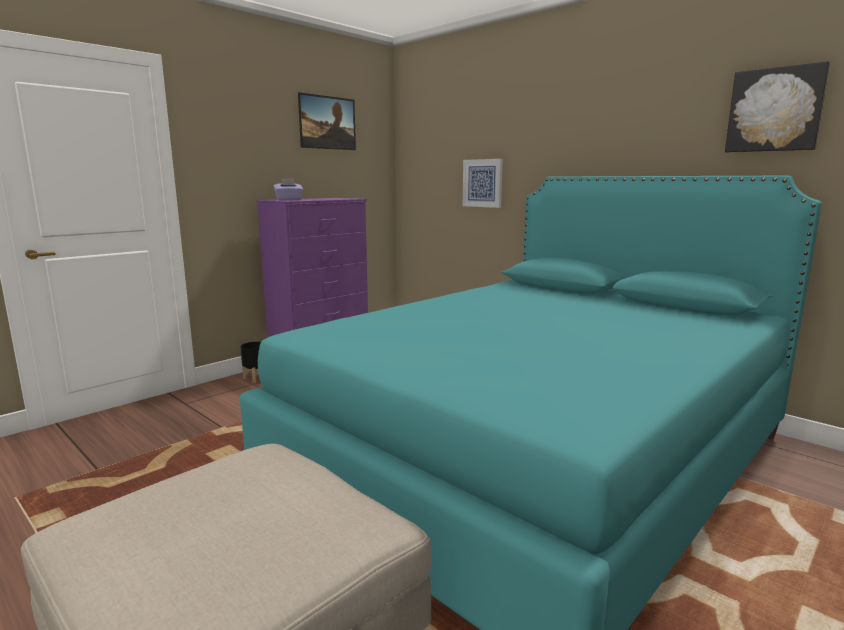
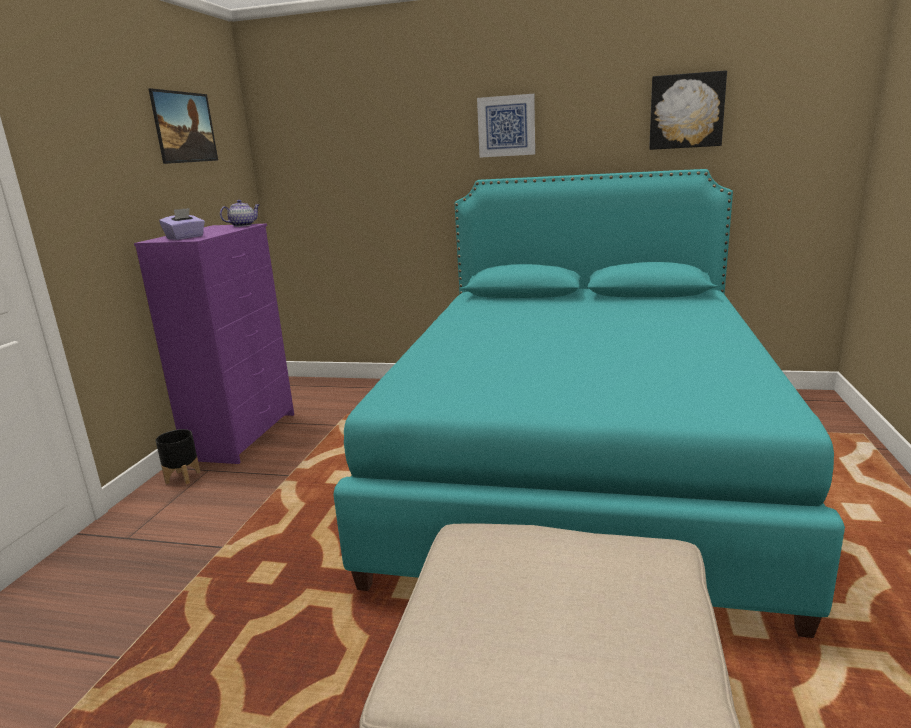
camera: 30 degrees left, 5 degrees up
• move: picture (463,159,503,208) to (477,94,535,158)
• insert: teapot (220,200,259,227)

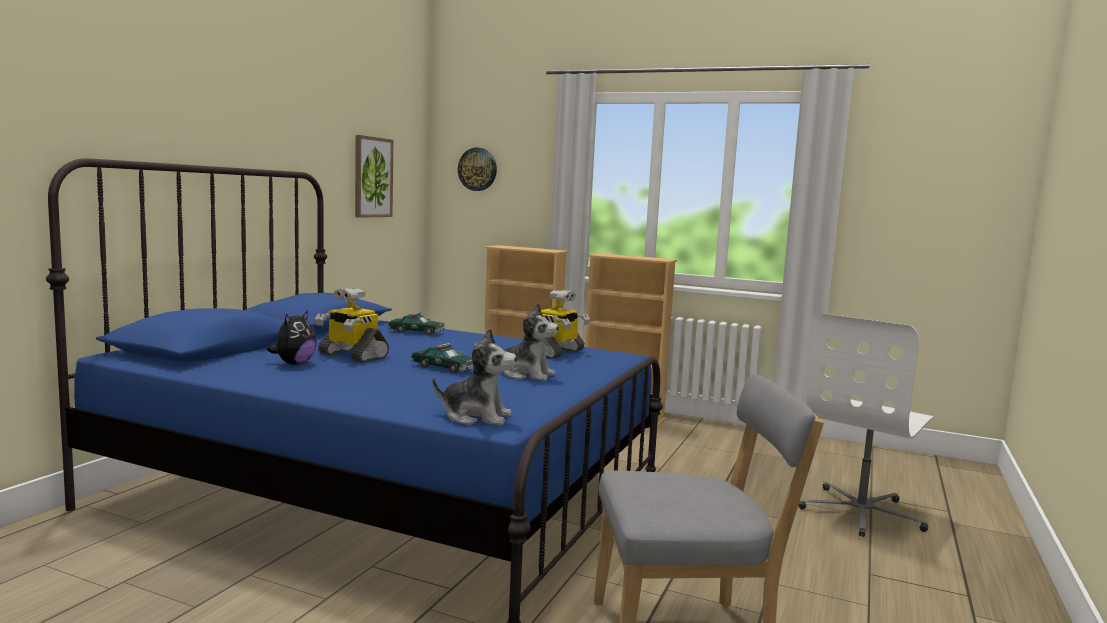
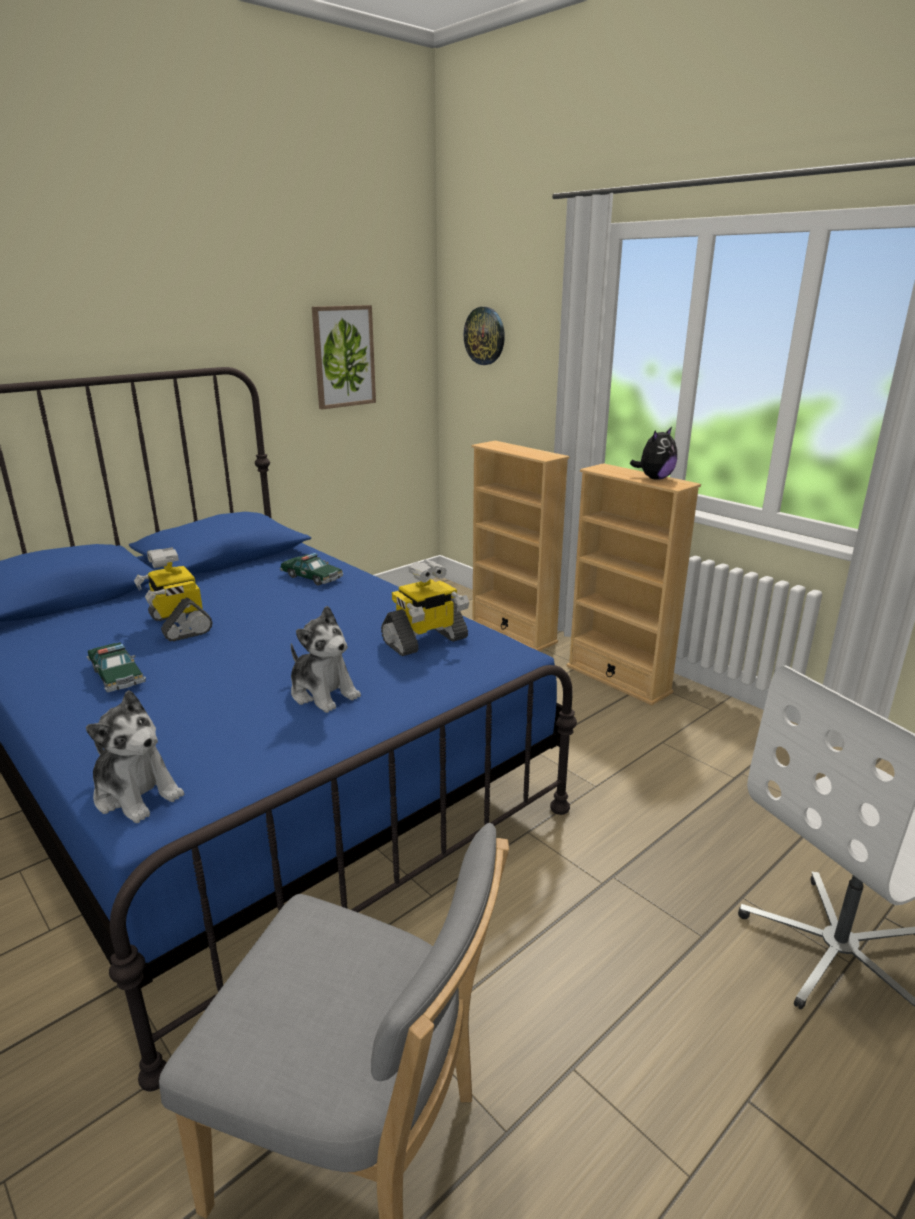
camera: 25 degrees right, 15 degrees up
• move: plush toy (266,310,317,365) to (630,427,677,480)
• move: toy car (411,343,474,374) to (87,642,146,692)

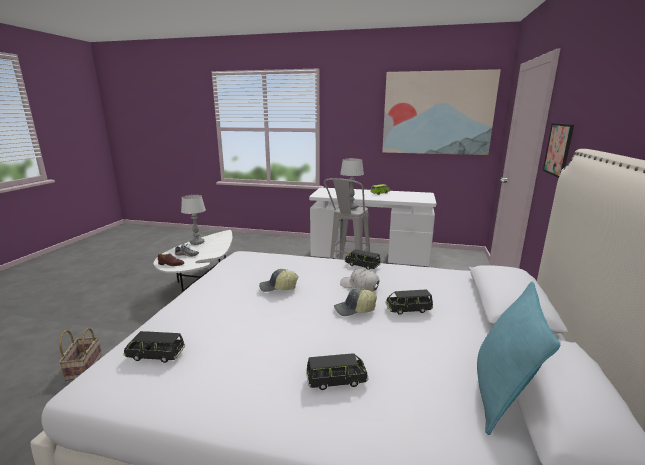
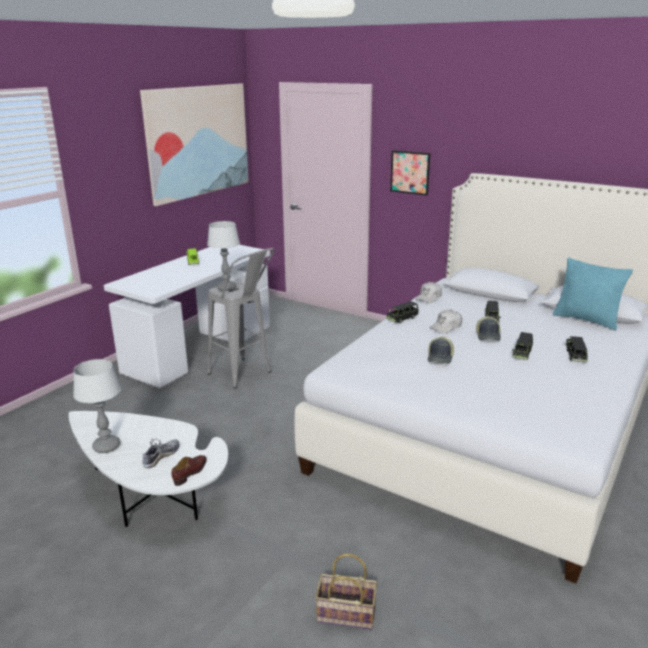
camera: 70 degrees left, 5 degrees up
• move: toy car in black (124,331,185,363) to (512,332,533,360)
• insert: cap in white (415,282,442,303)

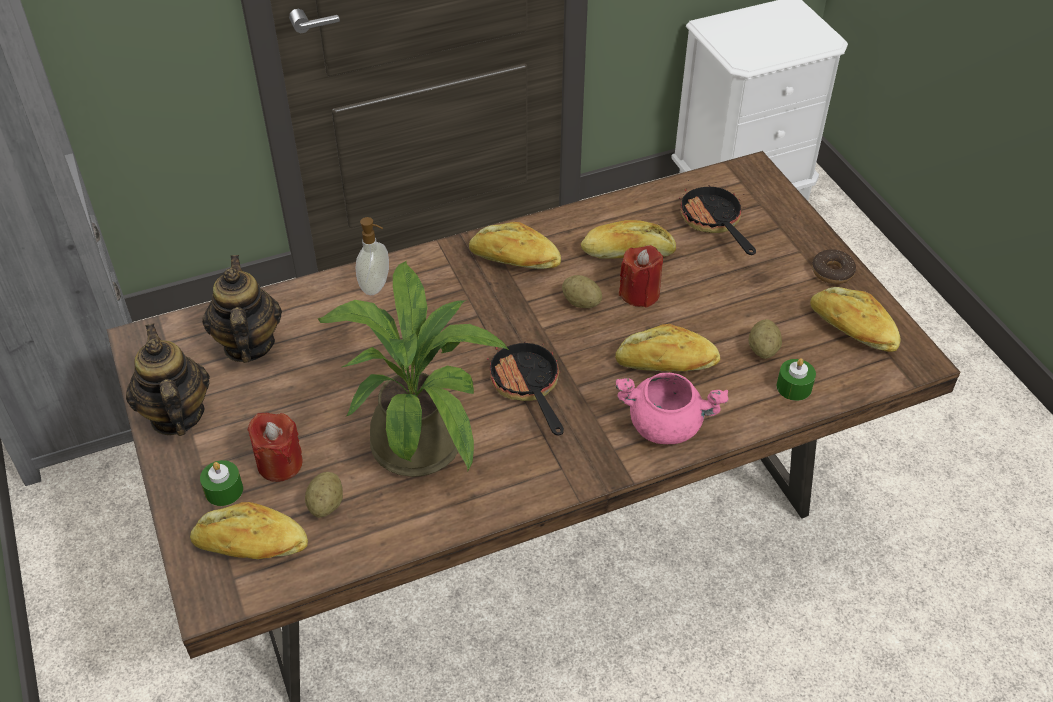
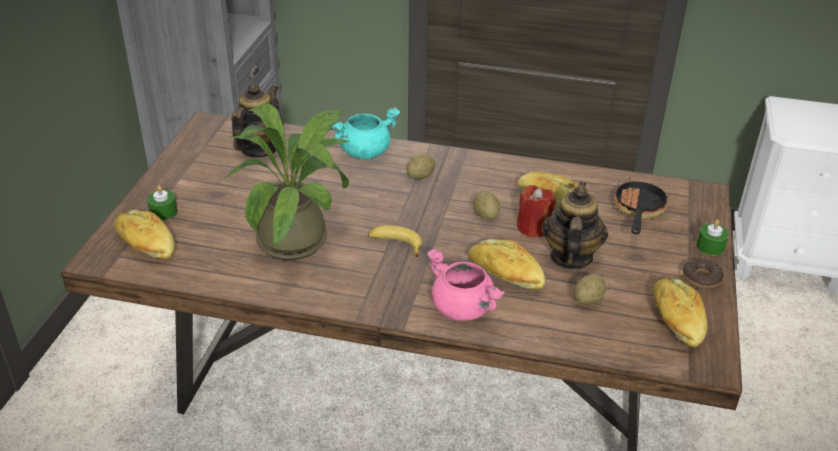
camera: 35 degrees right, 10 degrees down
• move: teapot (126,323,210,436) to (542,182,608,269)
• delete: candle in red (248,412,303,482)
• move: potato (305,472,343,518) to (406,154,435,180)
• replace: soap dispenser (356,217,389,295) to cooking pot in turquoise (332,107,400,159)
• delete: bread (469,222,561,269)
• replace: frying pan (487,342,564,436) to banana (368,226,422,257)
• move: candle in green (777,358,816,401) to (696,220,729,255)

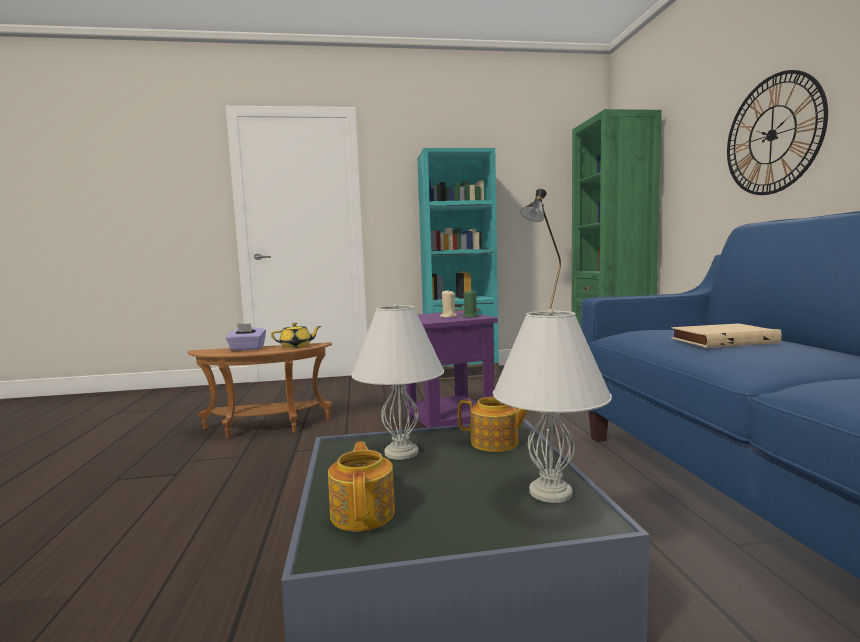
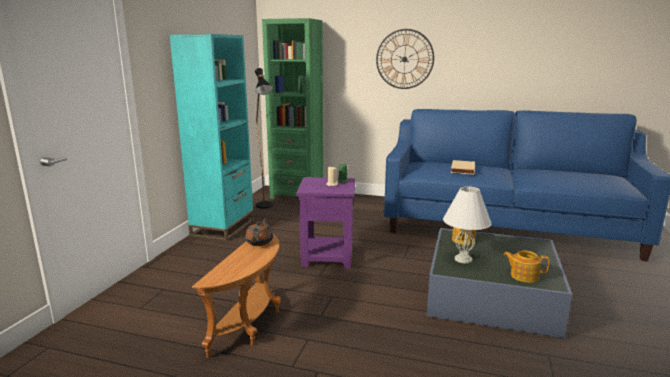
camera: 65 degrees left, 10 degrees up
• delete: tissue box in purple (226,323,266,351)
• recolor: teapot in yellow (271,323,321,348) to teapot in brown (245,218,273,246)
• delete: table lamp in white (493,309,612,503)

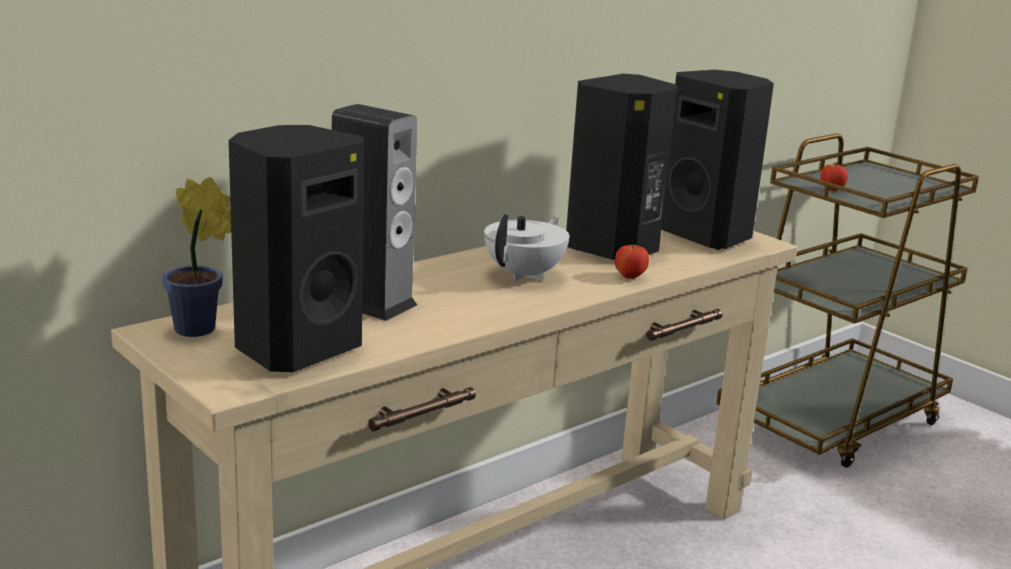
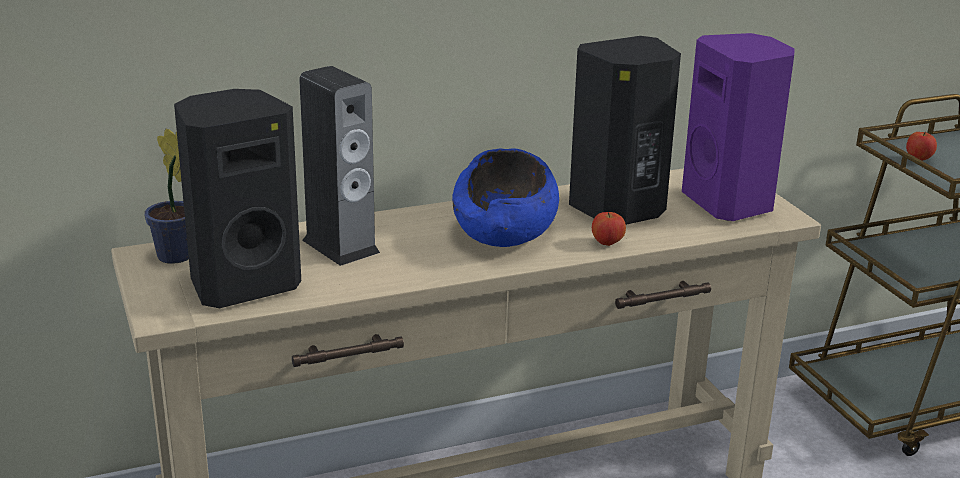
camera: 20 degrees right, 5 degrees up
• replace: teapot in white (484,214,569,281) to bowl in blue (452,148,559,247)
• recolor: speaker in black (661,70,774,250) to speaker in purple (682,33,795,221)

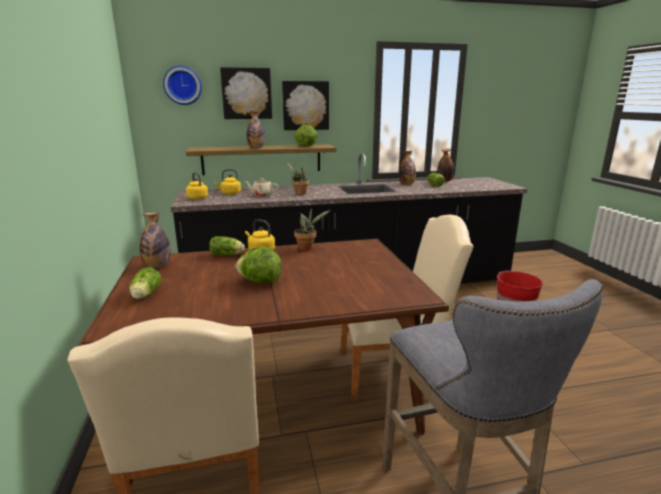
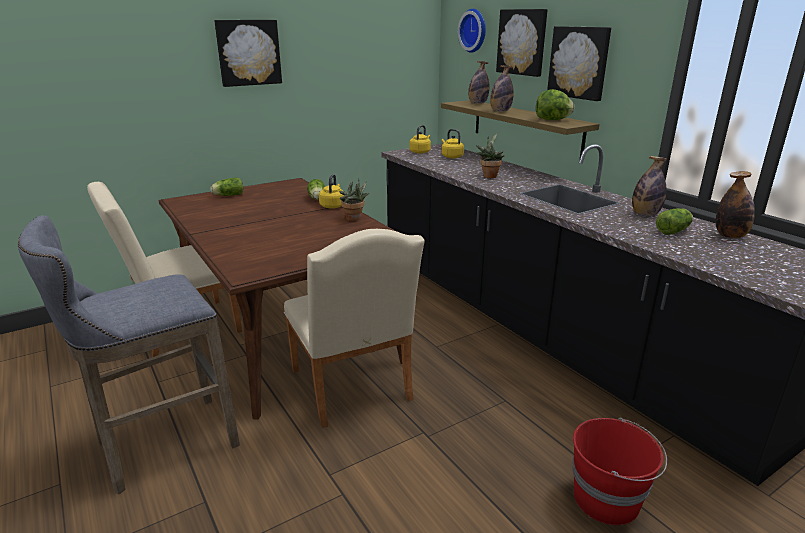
camera: 70 degrees right, 5 degrees up
• move: bottle (140,213,170,268) to (468,61,489,104)
• delete: lettuce (235,247,282,283)
• delete: teapot in beige (245,178,278,196)
• insert: picture (214,20,282,87)

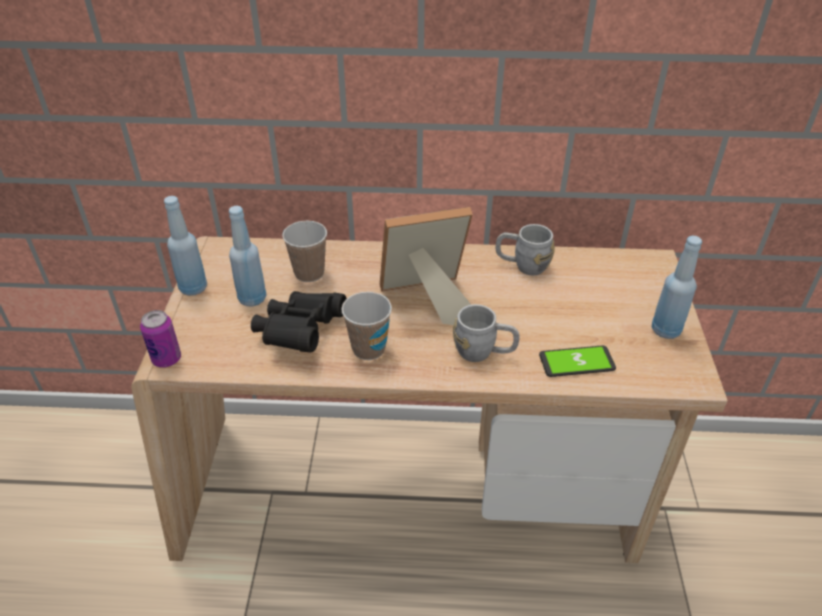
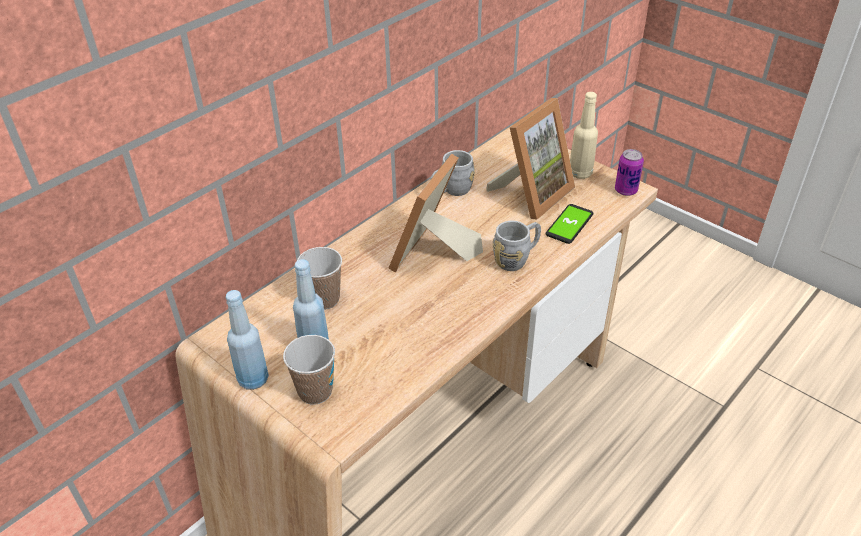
camera: 50 degrees left, 0 degrees up
• move: can (140,310,181,368) to (615,149,644,196)
• delete: binoculars in black (251,291,347,353)
• move: cup (341,292,392,360) to (283,335,335,405)
• recolor: bottle in blue (652,236,702,339) to bottle in beige (570,92,598,179)
• insert: picture frame (486,98,575,220)

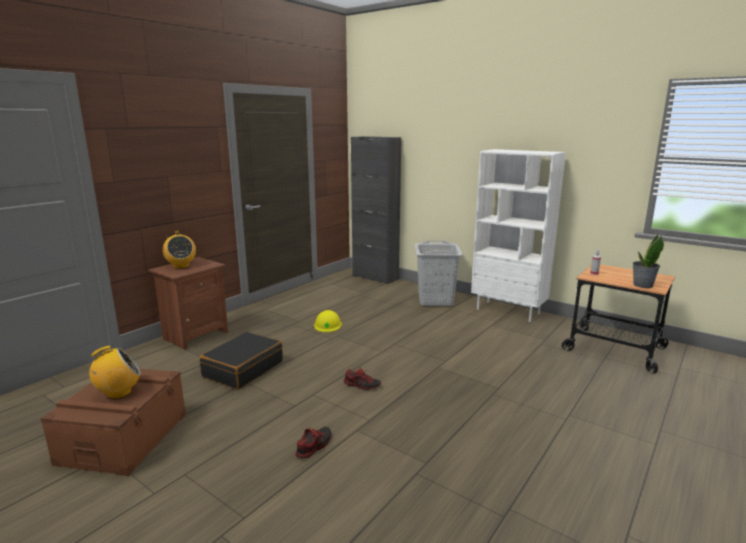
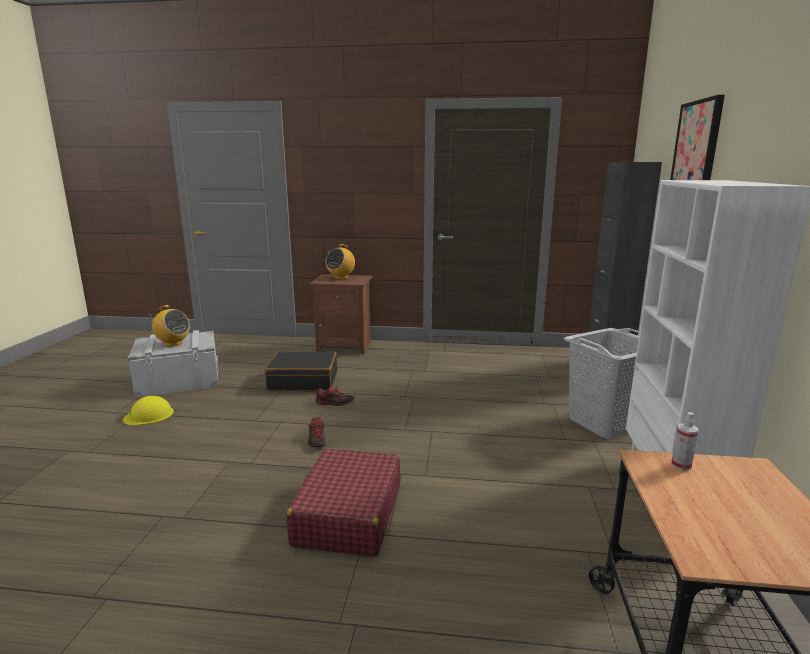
camera: 60 degrees right, 0 degrees up
• recolor: storage box in brown (40,369,186,476) to storage box in grey (128,330,219,398)
• move: shoe (295,427,331,458) to (315,385,354,406)
• move: hard hat in yellow (314,310,342,332) to (123,396,174,426)
• delete: potted plant (633,234,664,288)
• insert: suitcase in red (286,448,400,557)
• insert: picture (670,95,725,180)

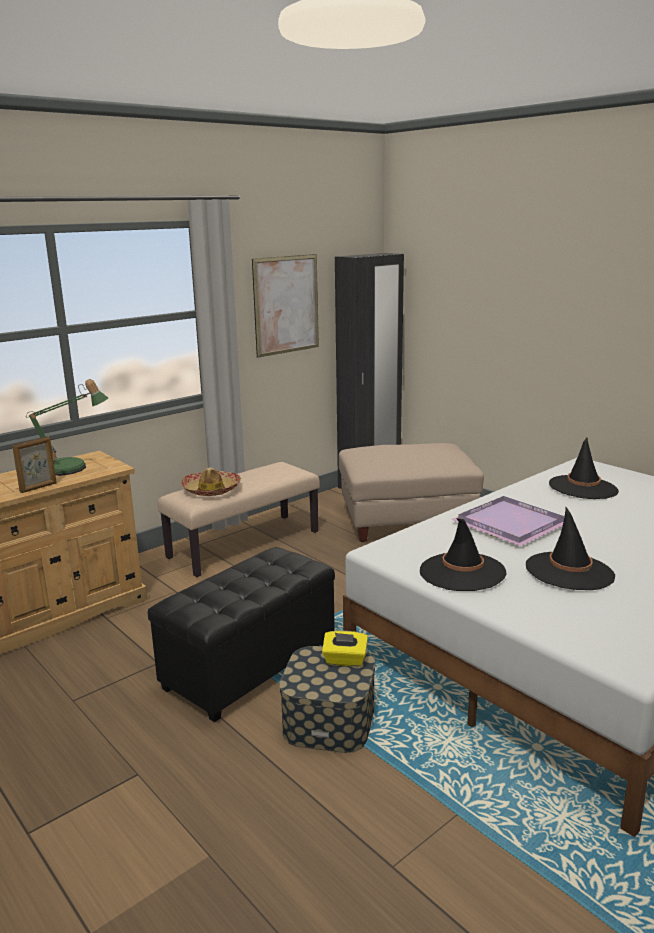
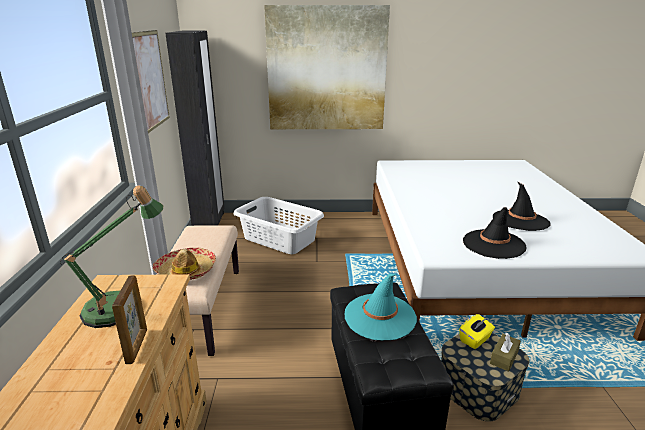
camera: 50 degrees left, 5 degrees up
• replace: ottoman in beige (339,443,484,542) to laundry basket in grey (234,197,324,254)
• delete: tray in purple (451,496,564,546)
• delete: hat in black (549,437,619,499)
• insert: picture (264,5,390,129)
• insert: hat in turquoise (345,274,417,340)
• insert: tissue box in brown (490,333,521,372)

